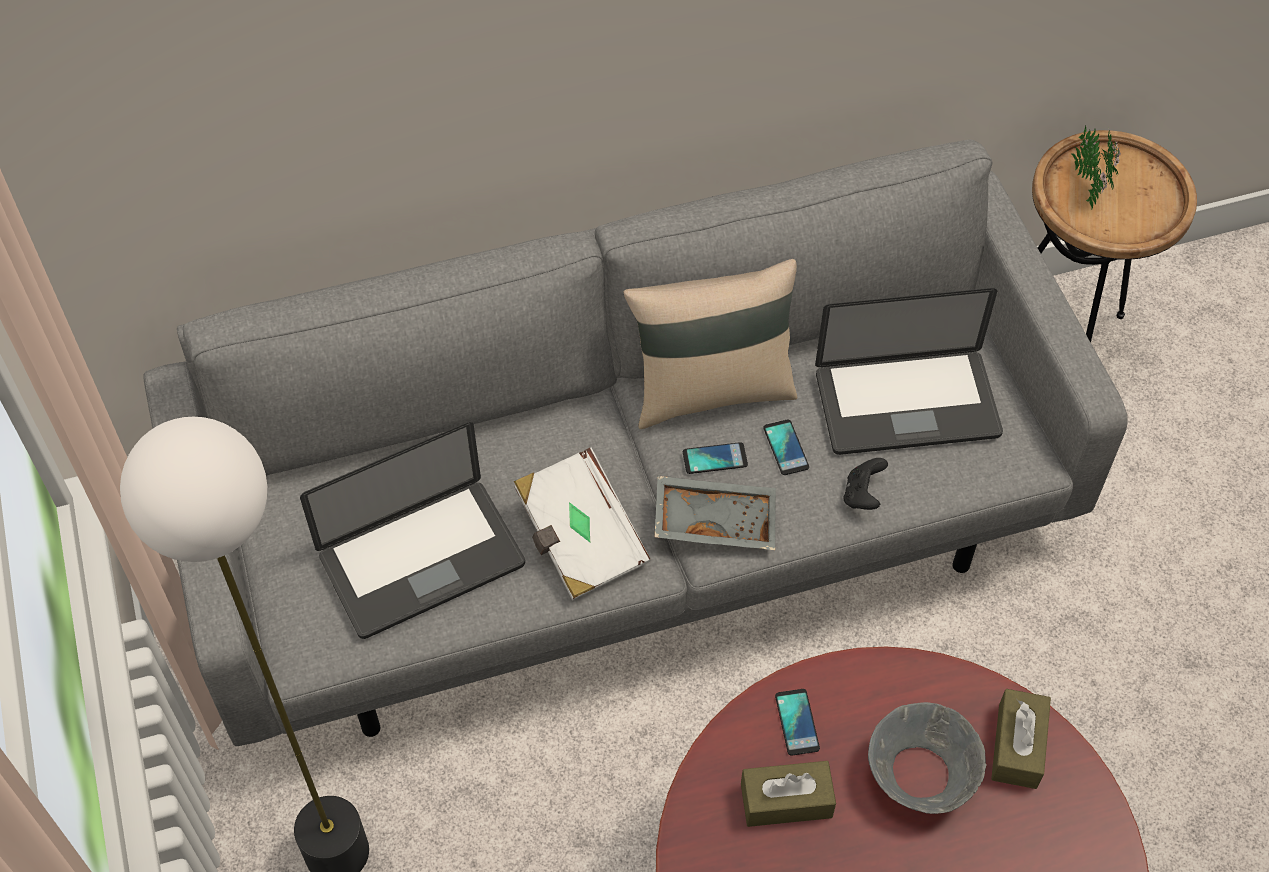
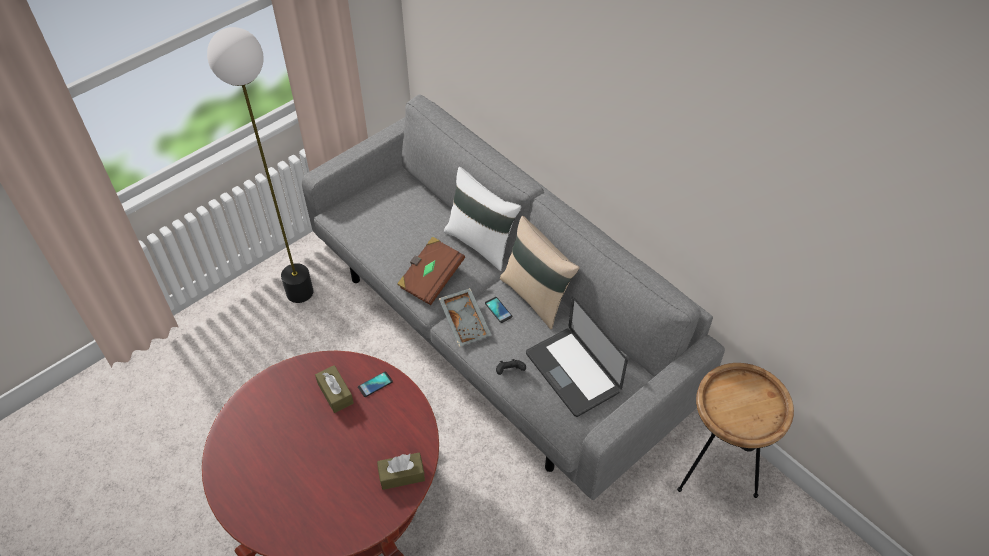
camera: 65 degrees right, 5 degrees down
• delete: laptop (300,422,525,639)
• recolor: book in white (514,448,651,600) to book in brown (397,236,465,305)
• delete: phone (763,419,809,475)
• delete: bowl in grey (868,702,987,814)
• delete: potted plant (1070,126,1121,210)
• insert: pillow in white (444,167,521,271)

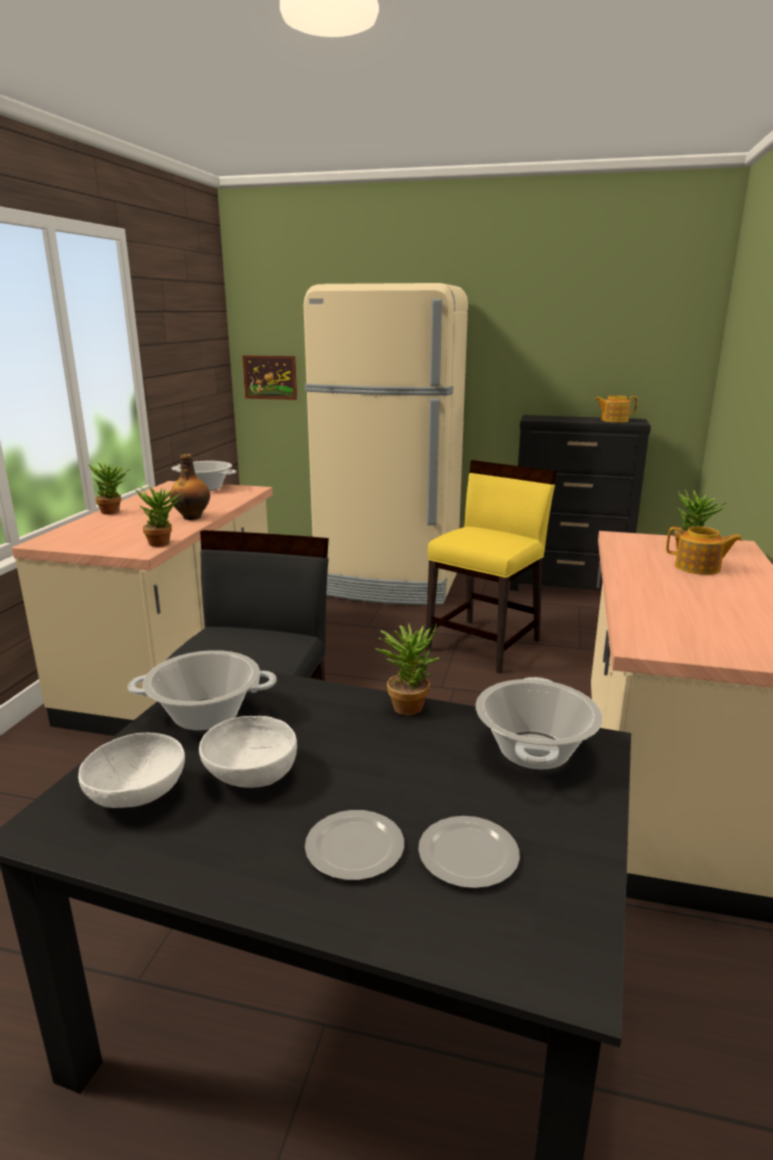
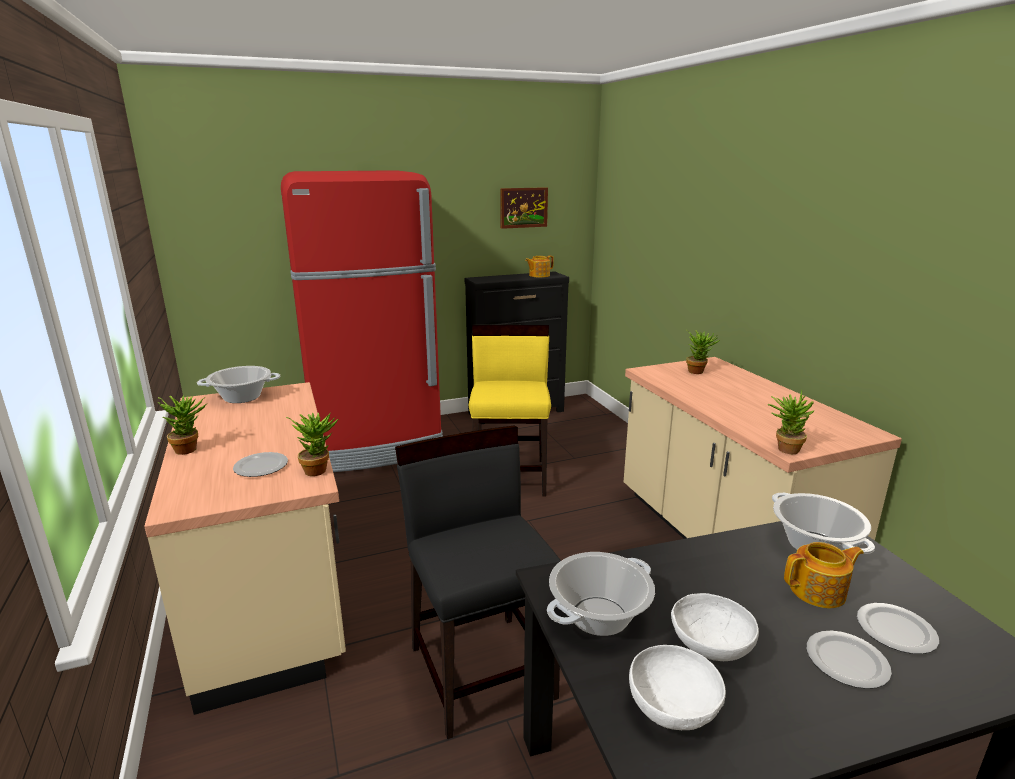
camera: 35 degrees left, 0 degrees up
• delete: bottle (170,454,210,520)
• move: picture (242,355,297,400) to (500,187,548,229)
• recolor: fridge in beige (304,283,468,605) to fridge in red (281,170,443,472)
• move: potted plant (375,623,439,715) to (768,390,814,454)
• move: teapot (666,527,742,575) to (784,542,864,608)
• insert: plate (233,452,288,477)

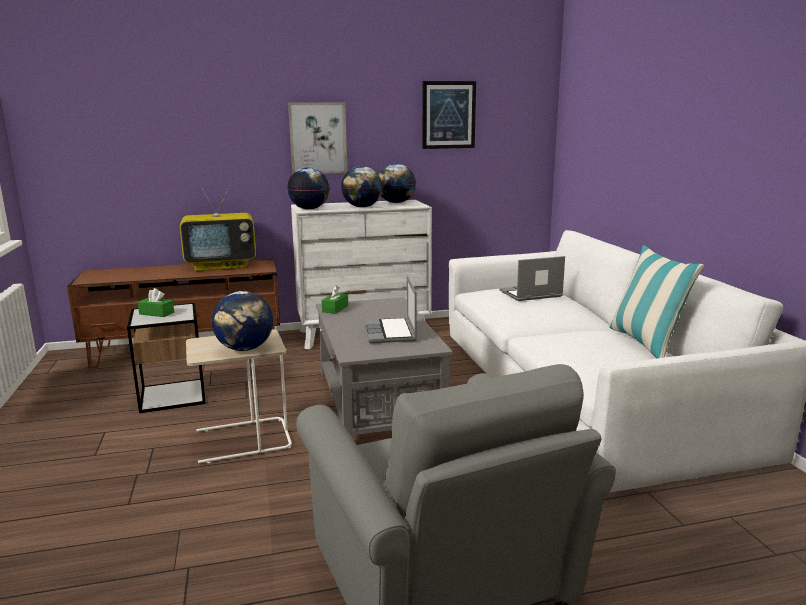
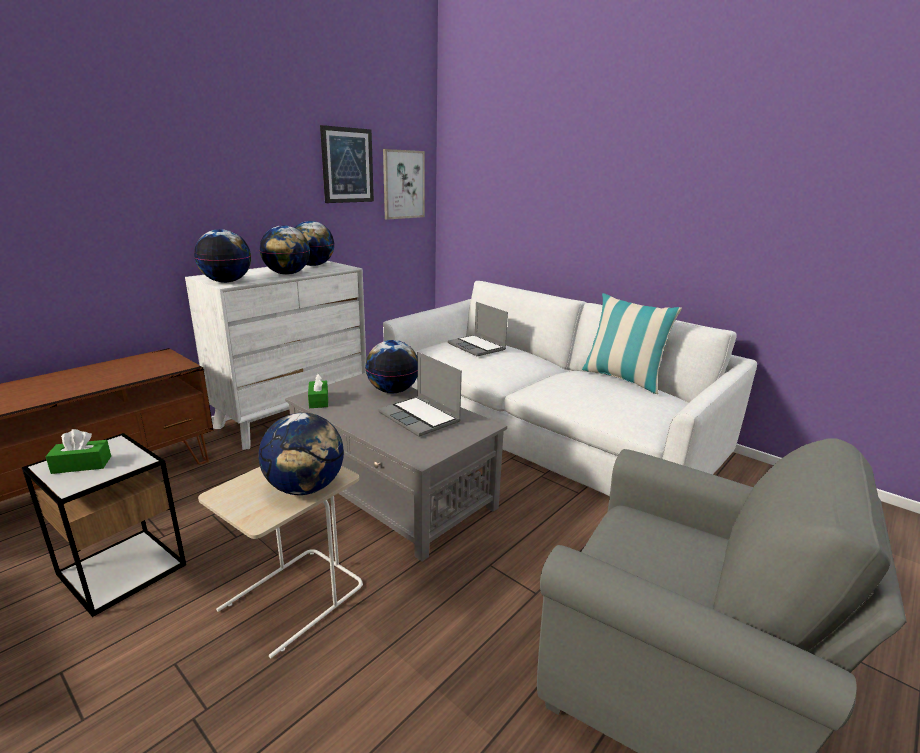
camera: 35 degrees left, 5 degrees up
• delete: television (180,185,256,271)
• move: picture (288,102,347,174) to (383,149,425,220)
• rotate: laptop (500,256,565,301) = (448,302,508,356) 75 degrees counterclockwise
• insert: globe (365,340,417,393)

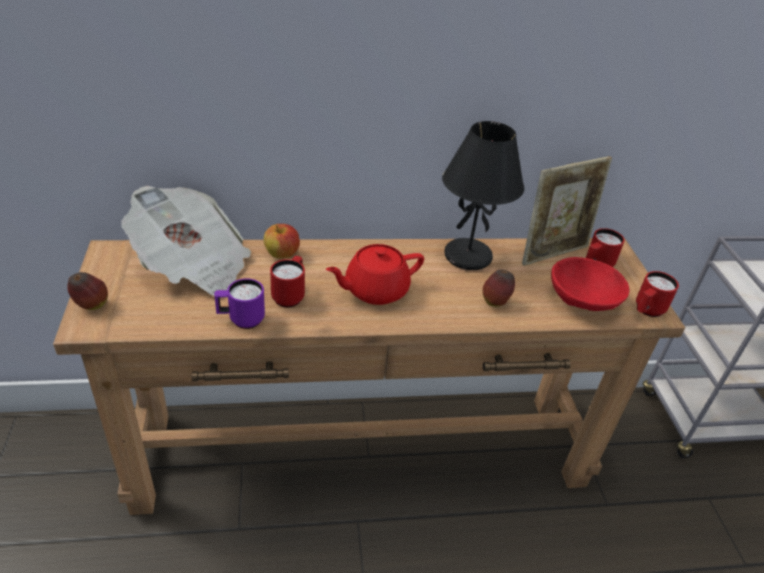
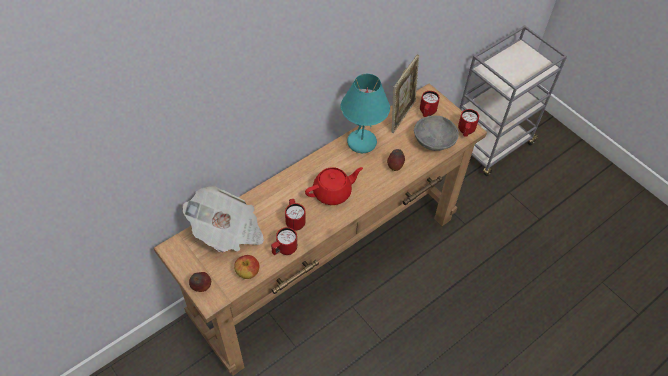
camera: 30 degrees left, 15 degrees up
• recolor: mug in purple (214,278,265,329) to mug in red (271,227,297,255)
• move: apple (264,224,300,259) to (234,255,259,279)
• rotate: teapot in red (326,244,424,305) = (305,167,363,205) 150 degrees counterclockwise
• recolor: table lamp in black (442,121,524,270) to table lamp in turquoise (341,74,390,153)
• recolor: bowl in red (551,257,630,311) to bowl in grey (414,116,459,151)

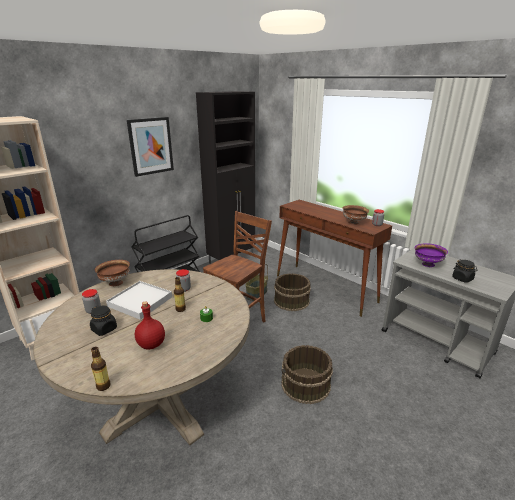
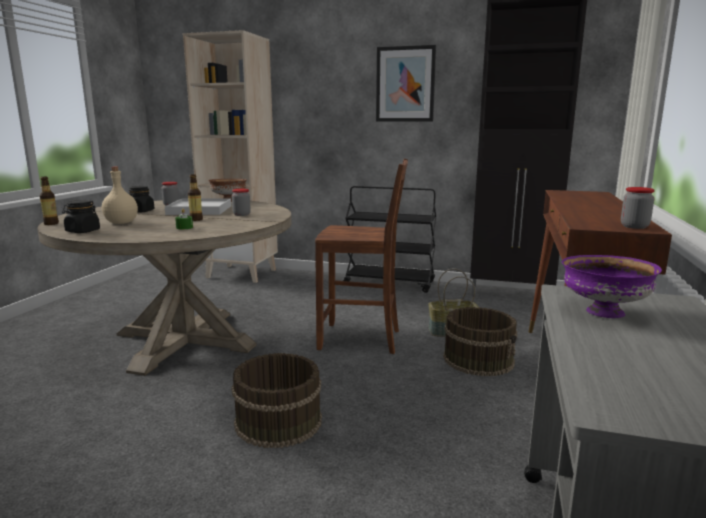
camera: 60 degrees right, 10 degrees down
• recolor: bottle in red (135,301,165,350) to bottle in beige (102,167,138,224)
• delete: bowl in brown (343,205,369,225)
• move: jar in black (452,259,478,283) to (62,200,100,233)

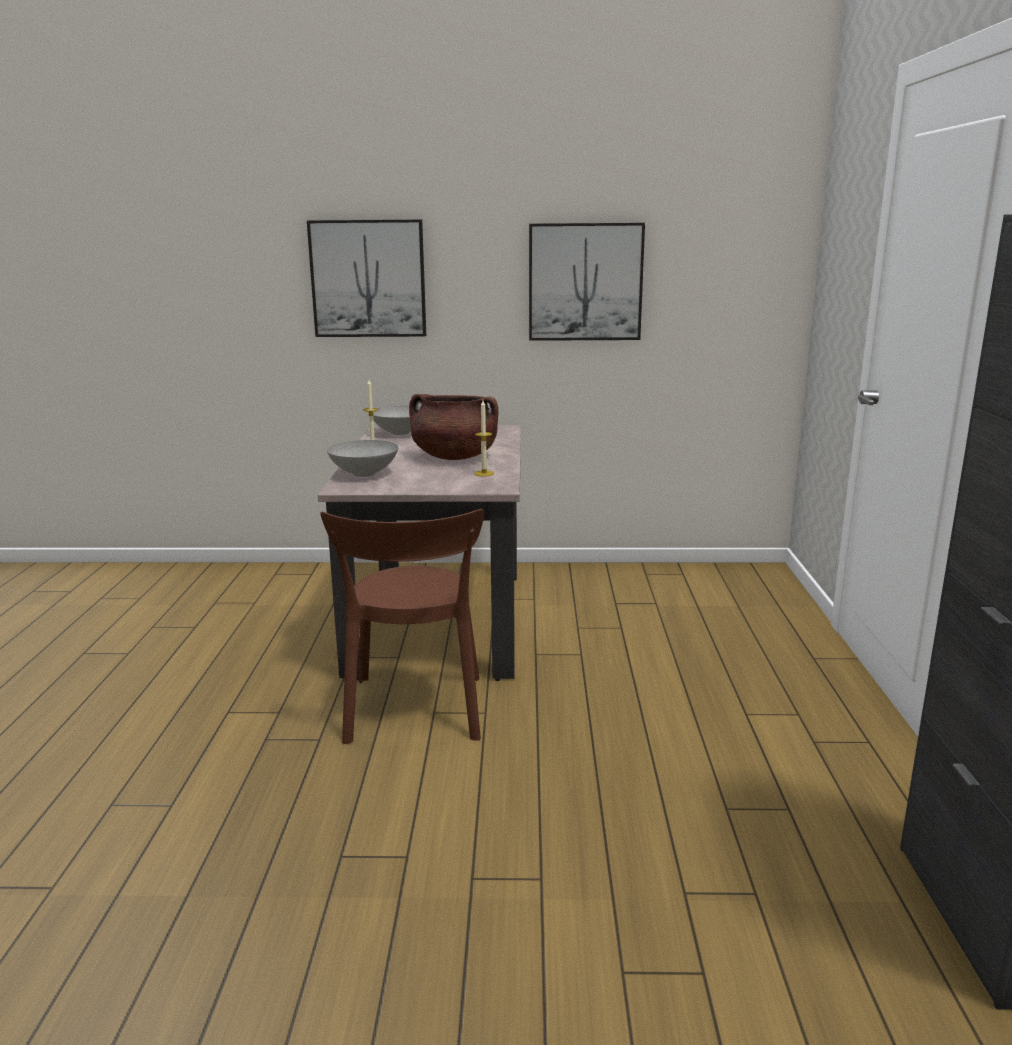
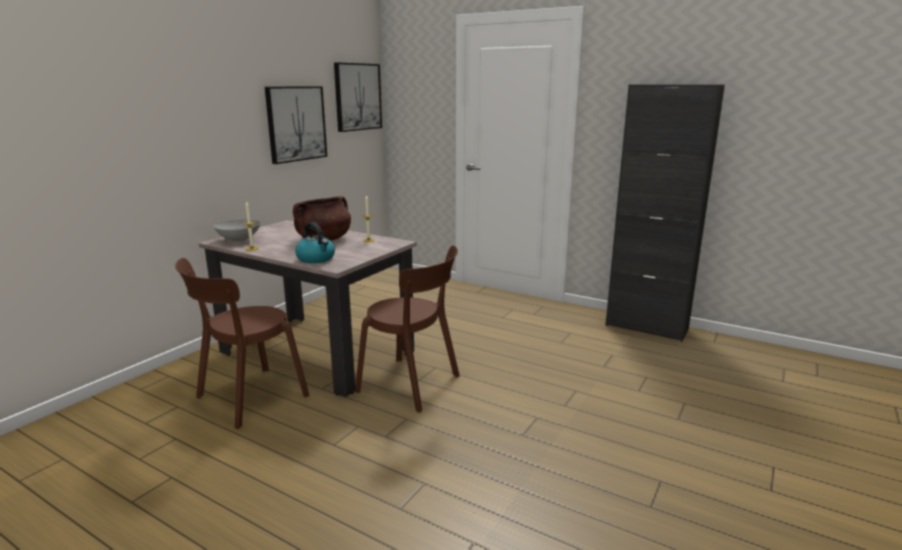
camera: 60 degrees left, 0 degrees up
• move: picture (307,220,426,337) to (334,62,382,132)
• replace: bowl in grey (327,440,399,477) to kettle (295,222,335,263)
• insert: chair in brown (175,258,309,429)

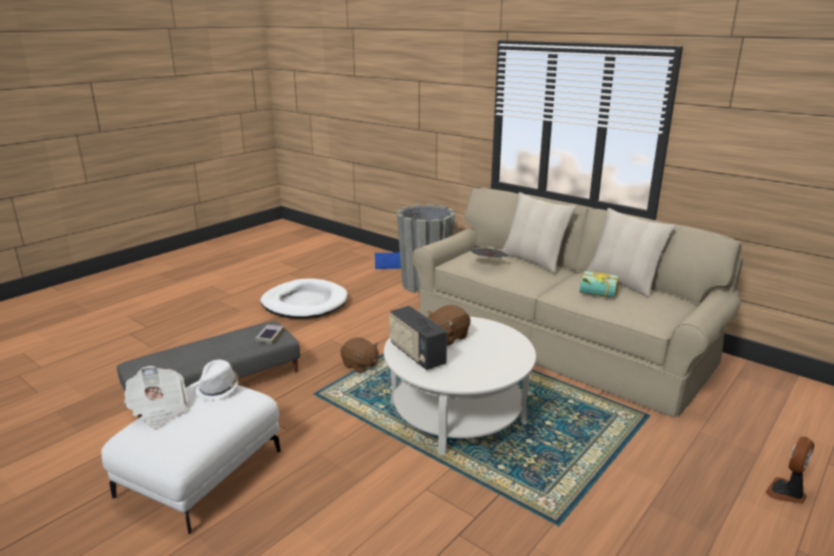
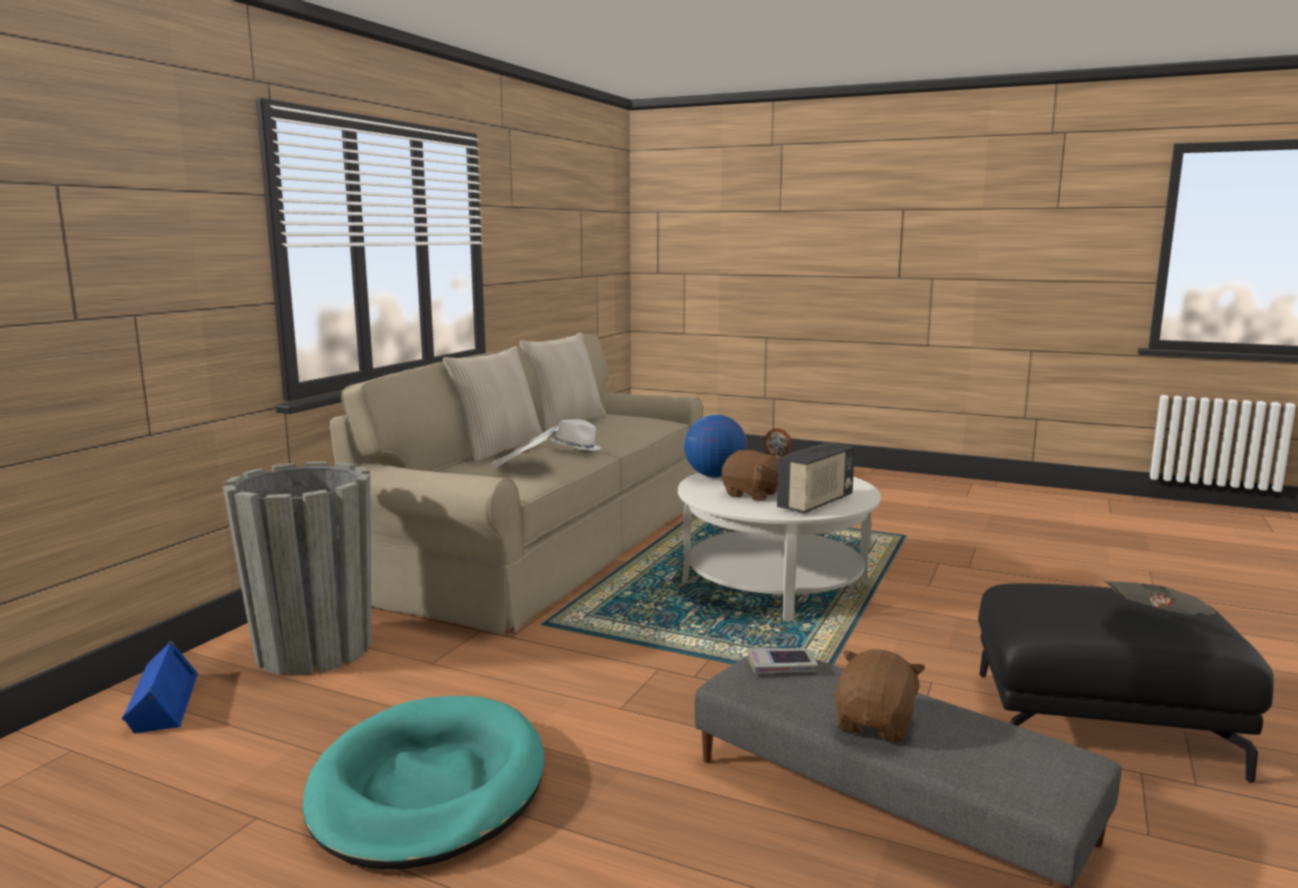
camera: 105 degrees left, 10 degrees down
• recolor: ottoman in white (101,381,281,534) to ottoman in black (978,583,1274,783)
• move: hat in white (194,360,239,401) to (550,419,601,451)
• recolor: dog bed in white (260,278,348,319) to dog bed in turquoise (303,696,545,870)
• move: plush toy in brown (340,337,379,373) to (834,649,925,742)
• delete: book (580,271,619,298)
• insert: globe (684,414,747,477)

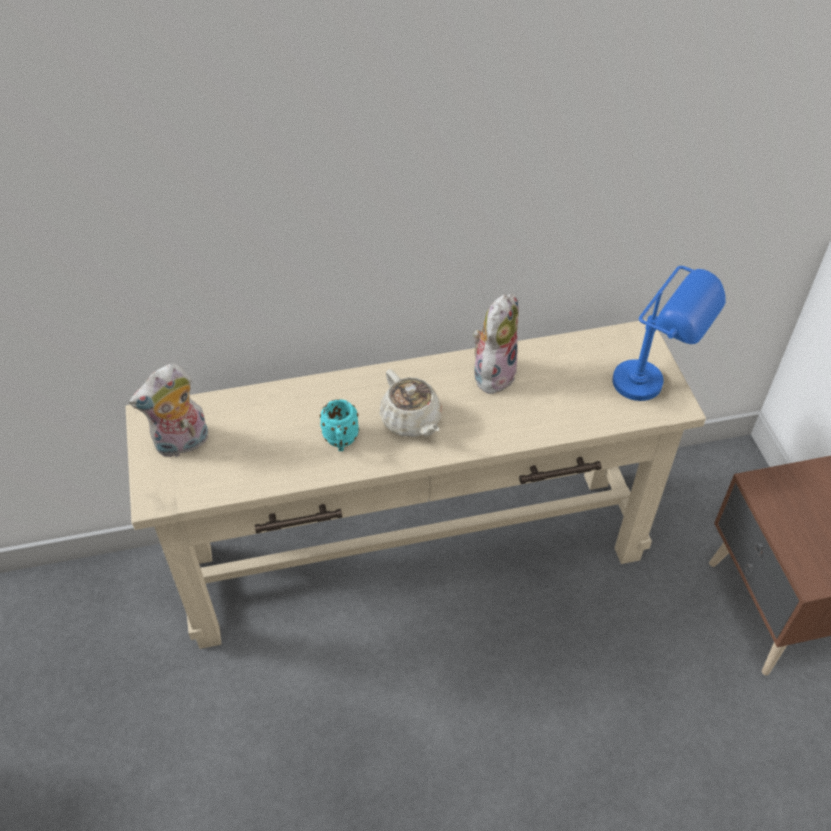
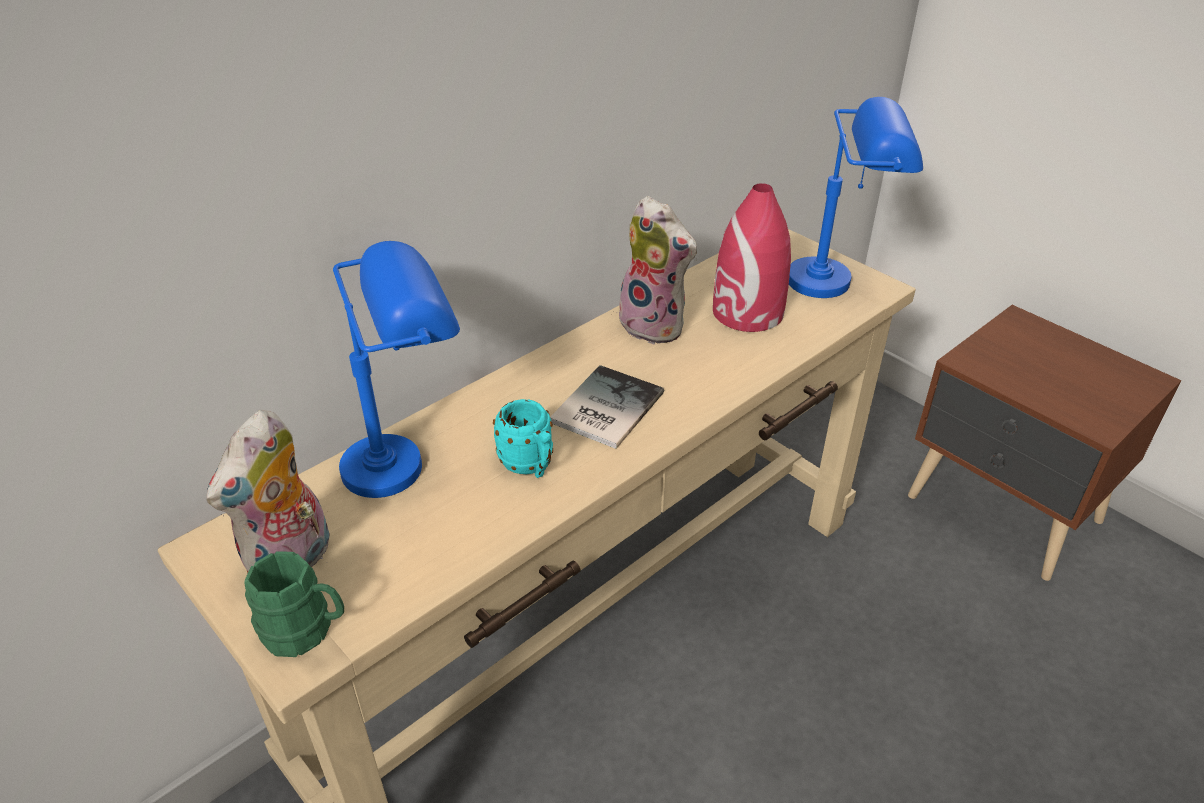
camera: 30 degrees left, 10 degrees down
• replace: teapot in beige (380,369,442,437) to book (550,365,664,449)
• rotate: plush toy (473,294,518,394) = (613,196,697,345) 135 degrees clockwise
• insert: mug in green (245,551,344,657)
• insert: table lamp in blue (333,241,460,498)
• insert: vase in red (713,183,791,332)

